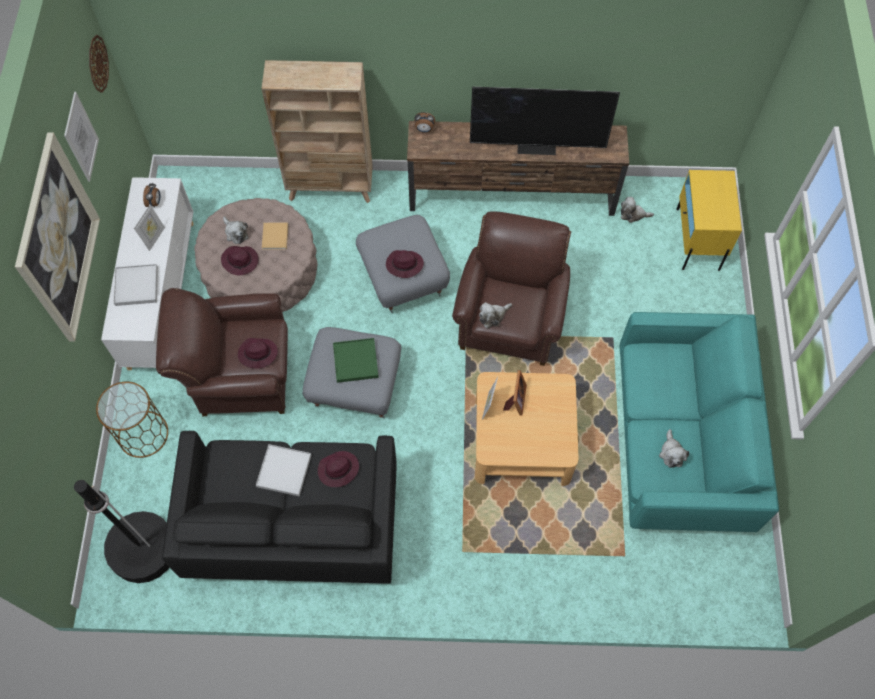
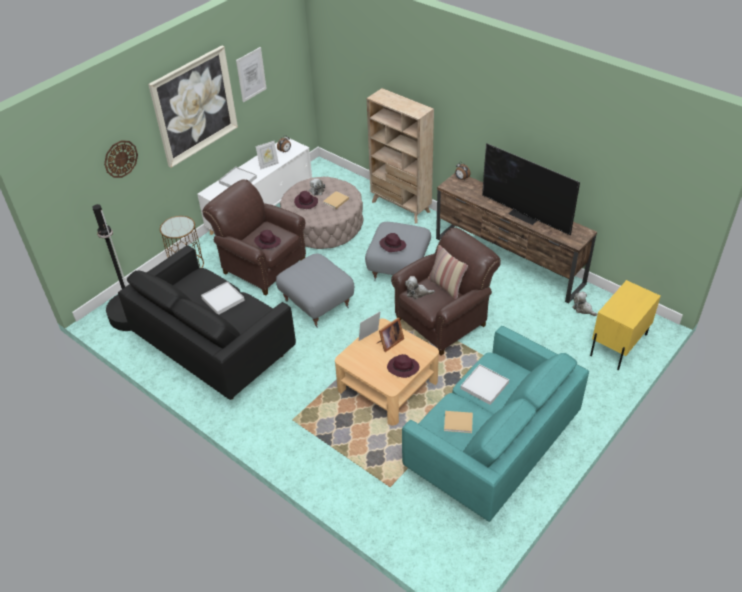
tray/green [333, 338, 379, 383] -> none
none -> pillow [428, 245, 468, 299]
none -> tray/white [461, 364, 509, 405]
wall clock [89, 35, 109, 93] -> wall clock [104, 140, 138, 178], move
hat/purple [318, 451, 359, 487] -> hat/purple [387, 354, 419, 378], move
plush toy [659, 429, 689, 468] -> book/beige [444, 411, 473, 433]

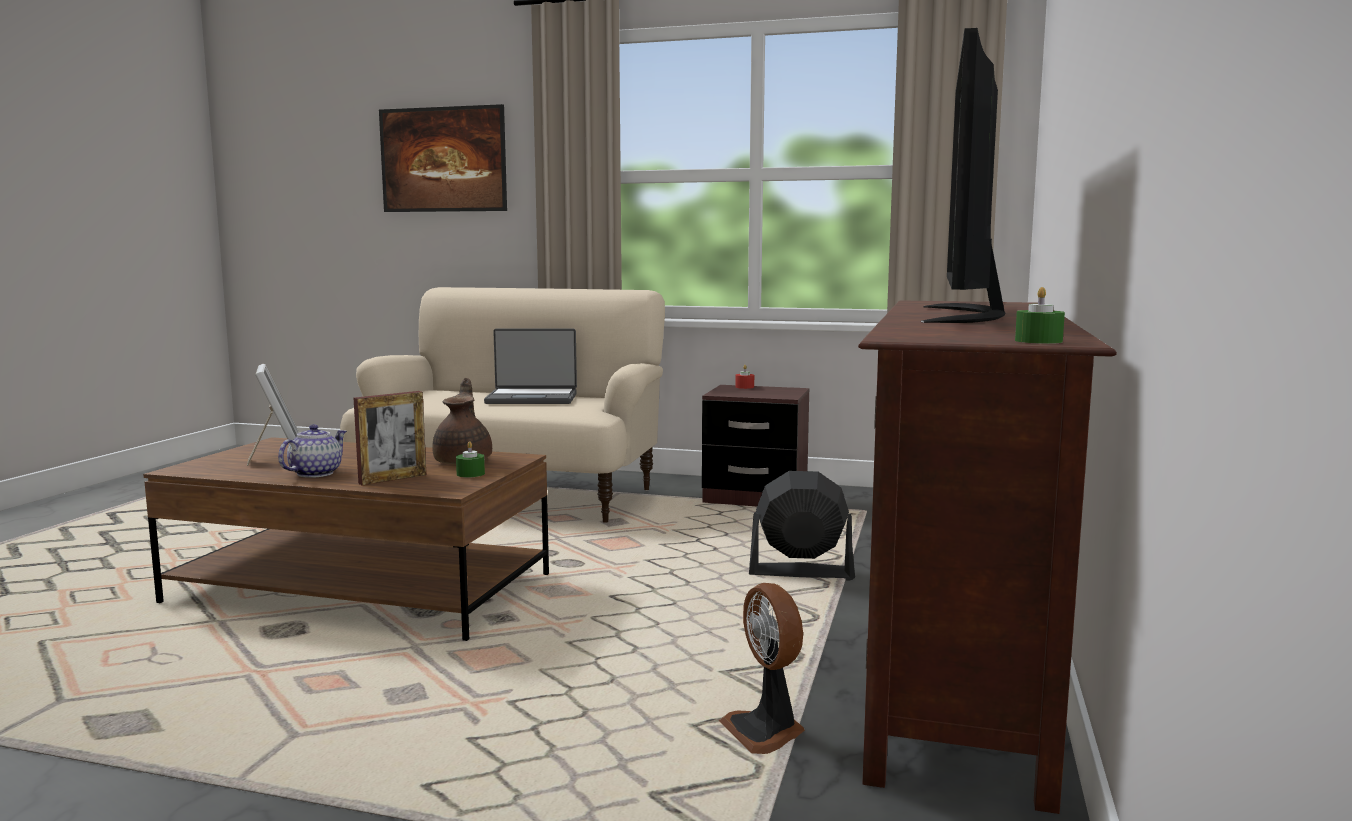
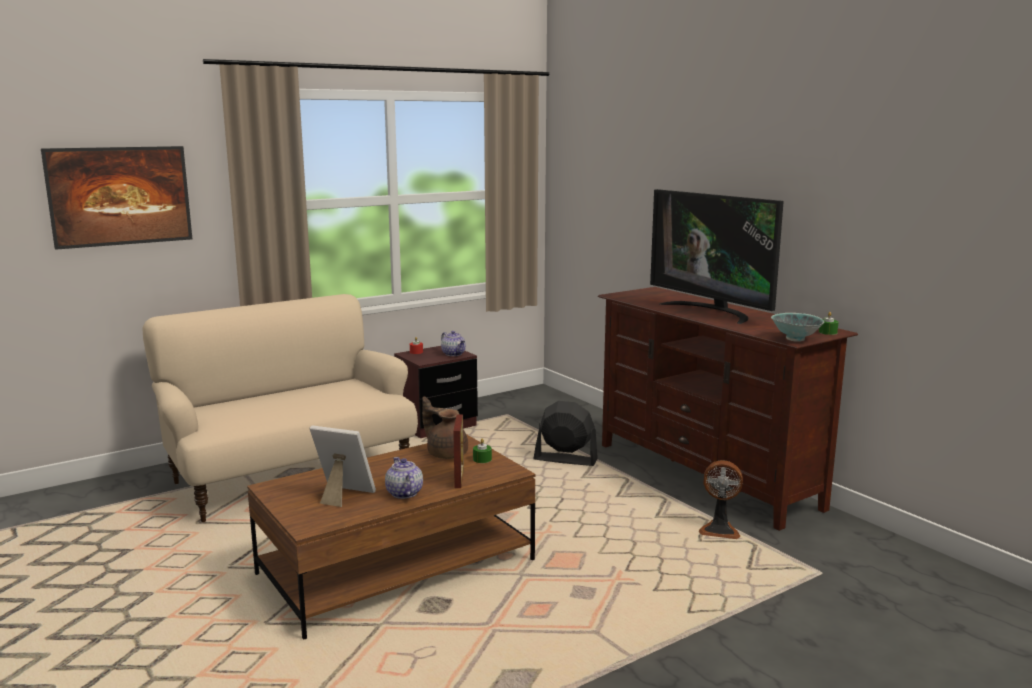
laptop [484, 329, 577, 404] -> none
none -> teapot [441, 331, 466, 356]
none -> bowl [771, 313, 824, 342]
fan/black [749, 471, 855, 580] -> fan/black [533, 401, 598, 466], 60 degrees clockwise

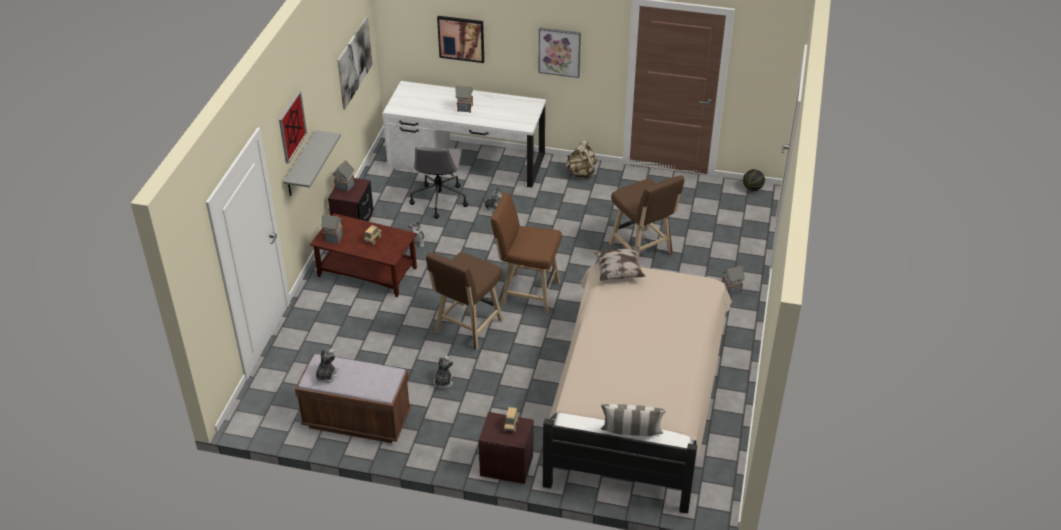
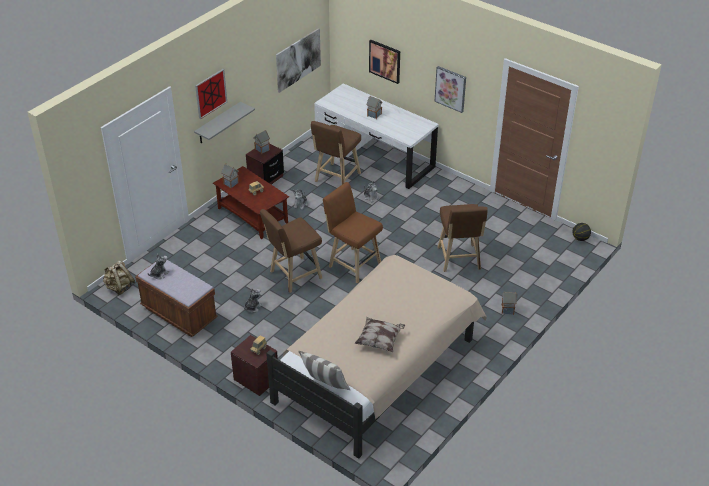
backpack/beige [566, 141, 597, 179] -> backpack/beige [103, 260, 135, 295], move
pillow [593, 246, 646, 281] -> pillow [354, 317, 405, 352], move
office chair/grey [409, 147, 468, 219] -> stool/brown [311, 121, 361, 184]

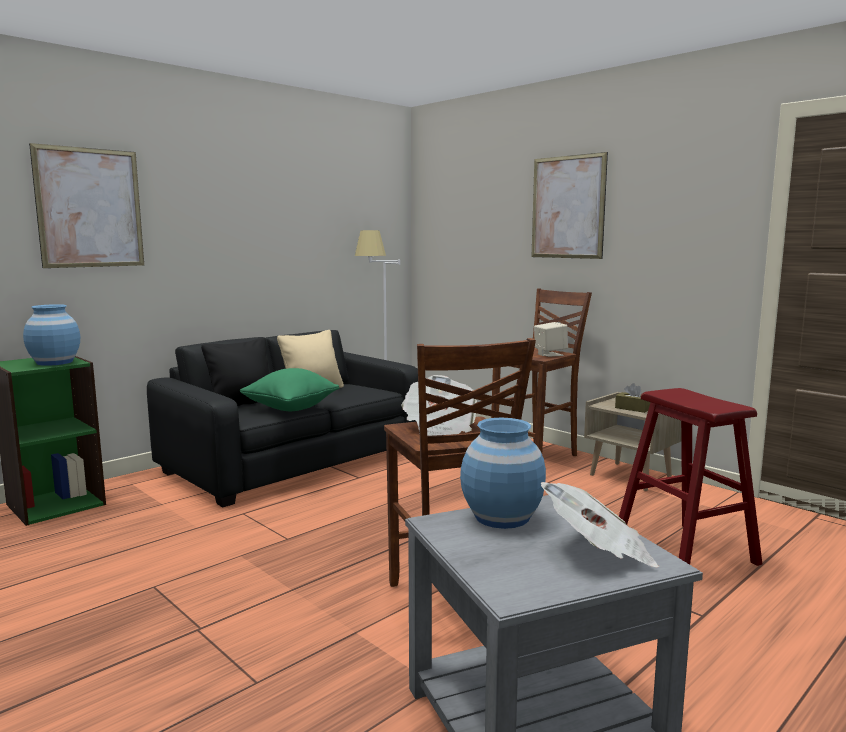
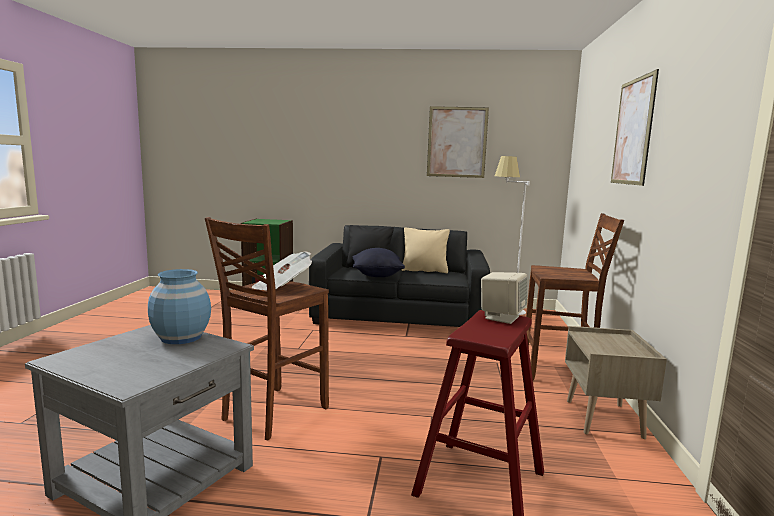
vase/blue [23, 304, 80, 366] -> none
newspaper [541, 482, 660, 567] -> none
tissue box/brown [615, 383, 650, 413] -> none
picture [29, 143, 144, 268] -> picture [427, 106, 489, 178], move
speaker/beige [534, 322, 568, 357] -> speaker/beige [481, 272, 527, 324], move
pillow/green [240, 368, 339, 411] -> pillow/black [353, 248, 405, 277]

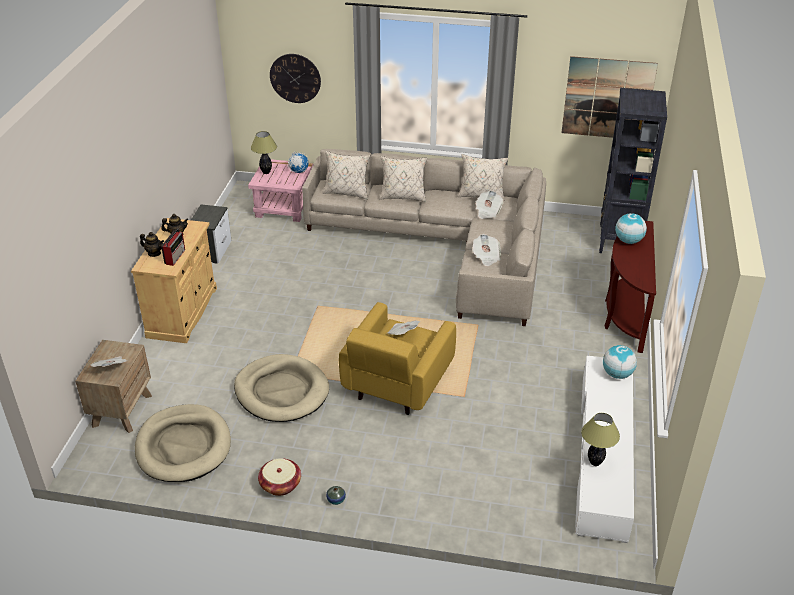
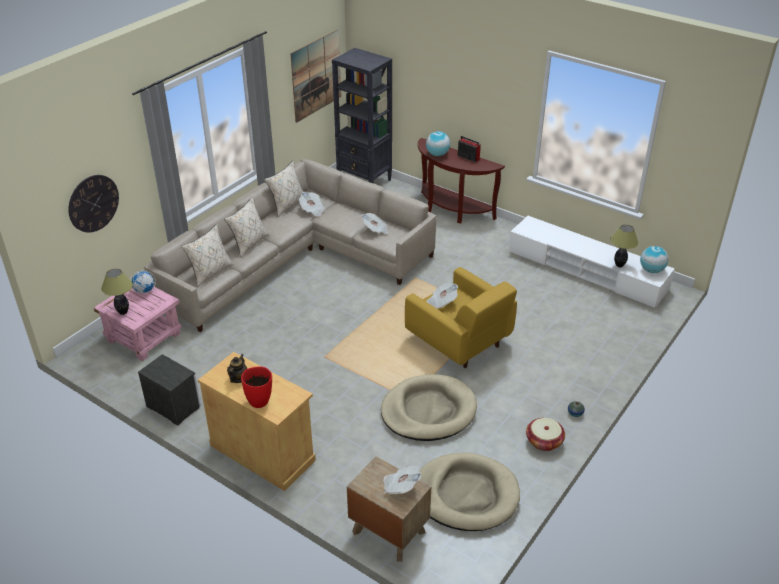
radio [161, 228, 185, 266] -> radio [458, 136, 481, 162], move
globe [603, 345, 637, 379] -> globe [640, 246, 669, 273], move
teapot [140, 232, 164, 257] -> vase/red [241, 366, 272, 408]

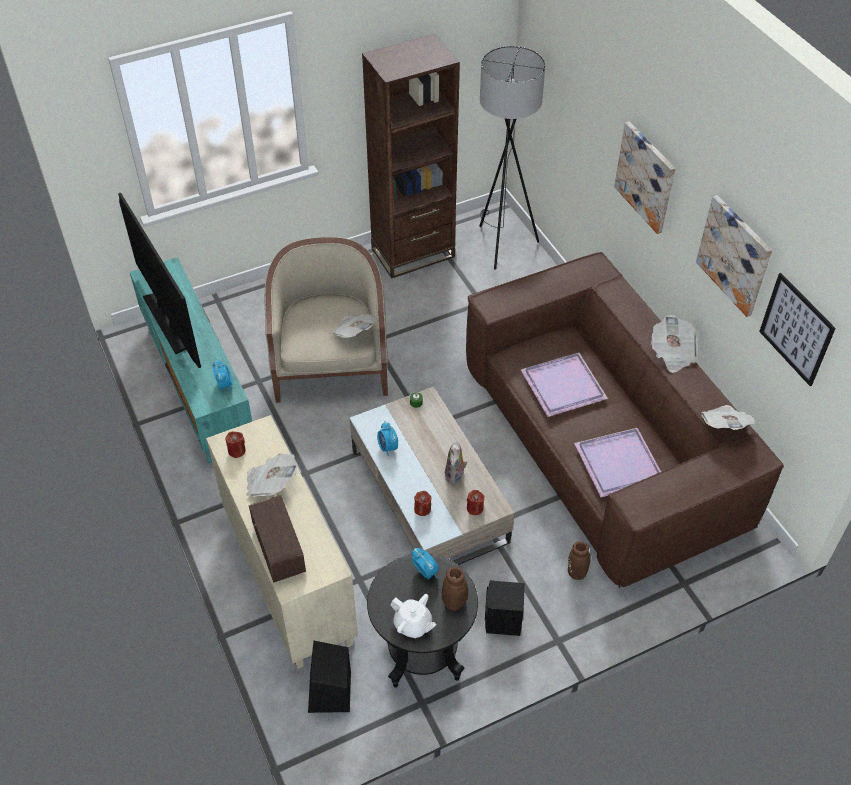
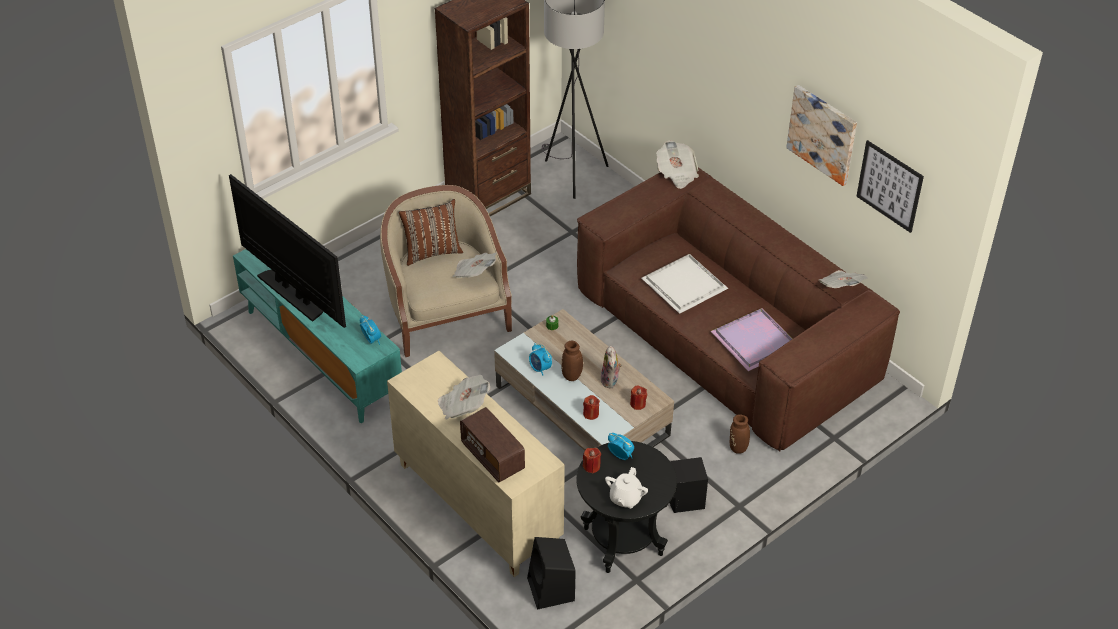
picture [614, 122, 676, 234] -> none
none -> pillow/brown [399, 199, 463, 266]
candle/red [225, 431, 246, 458] -> candle/red [583, 448, 601, 473], move
vase/brown [441, 567, 468, 611] -> vase/brown [561, 341, 583, 381], move
newspaper [651, 315, 697, 373] -> newspaper [656, 140, 699, 189], move
tray/purple [521, 353, 608, 417] -> tray/white [642, 254, 728, 314]
teapot/white [391, 594, 436, 638] -> teapot/white [605, 467, 648, 508], 90 degrees clockwise

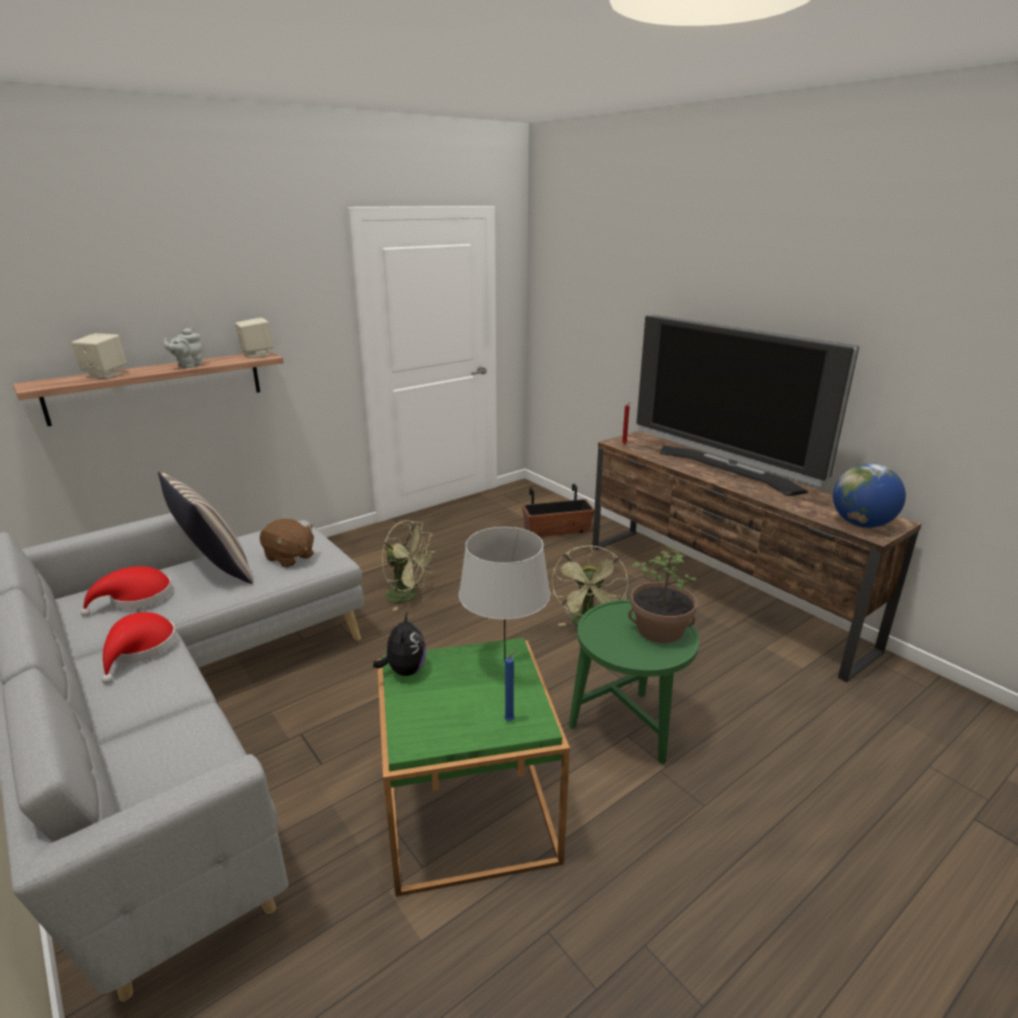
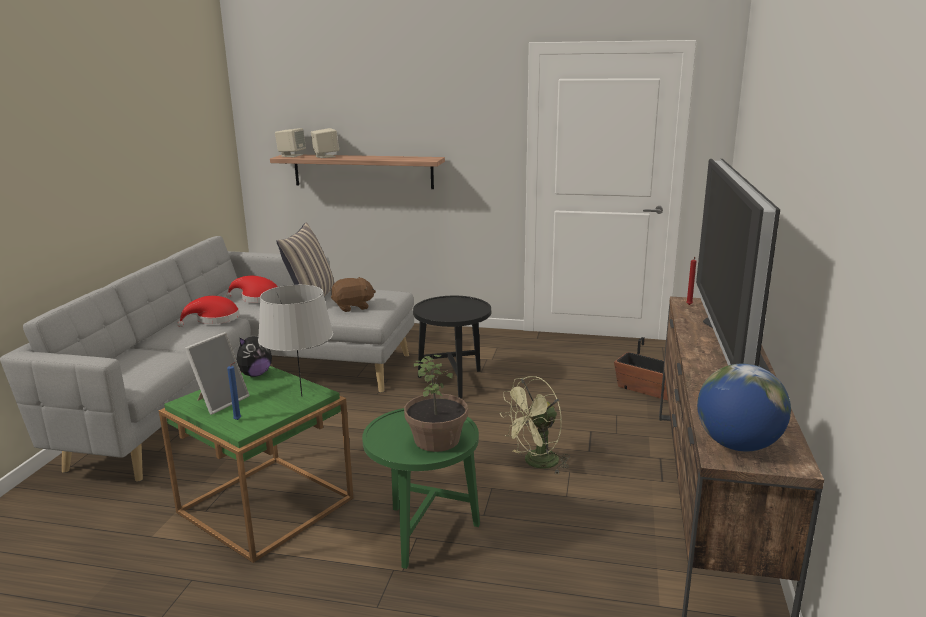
teapot/grey [163, 328, 203, 368] -> none
none -> picture frame [185, 332, 250, 415]
speaker/beige [235, 317, 274, 358] -> speaker/beige [275, 128, 306, 157], move
fan/green [382, 520, 436, 611] -> side table/black [413, 296, 491, 399]
plush toy/brown [260, 519, 314, 568] -> plush toy/brown [331, 277, 376, 312], 105 degrees counterclockwise

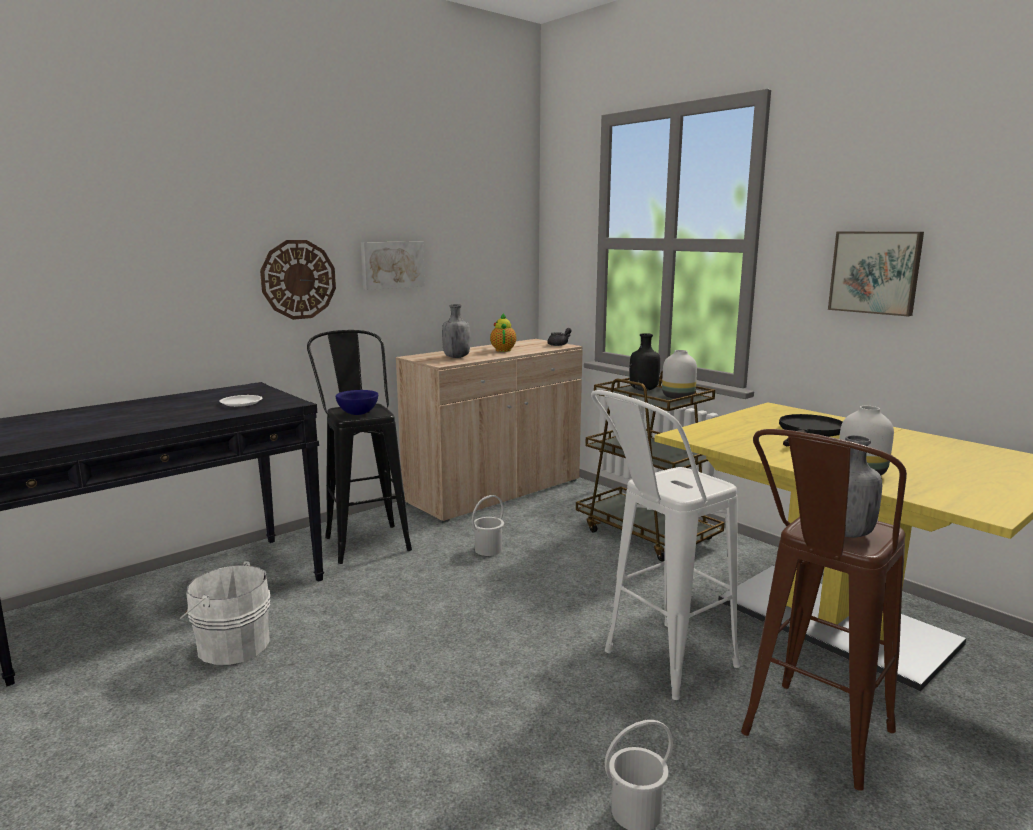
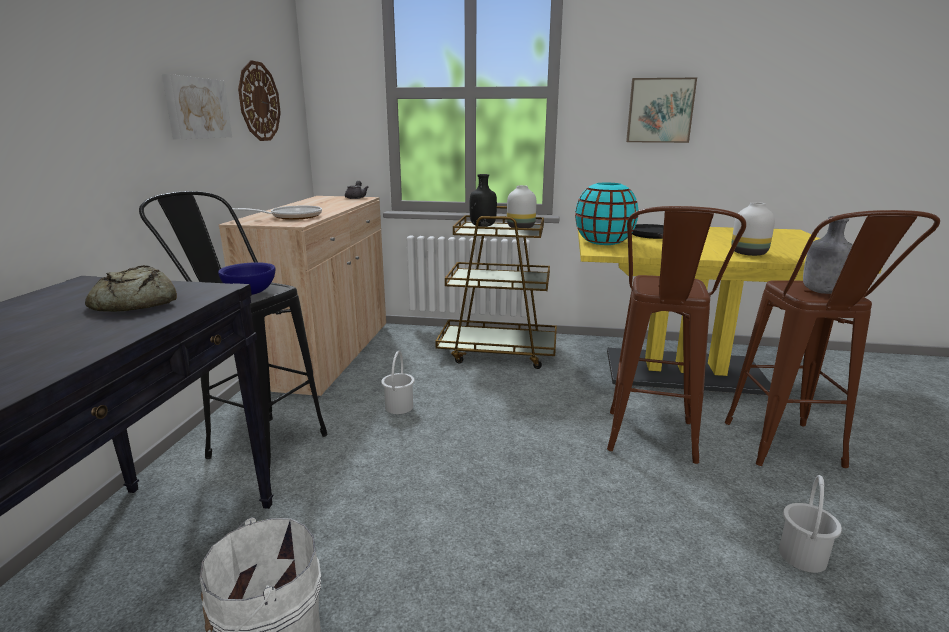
teapot [490, 313, 516, 352] -> none
none -> vase/turquoise [575, 182, 638, 245]
wall clock [260, 240, 336, 320] -> wall clock [238, 60, 281, 141], move
plate/white [219, 395, 262, 407] -> bread [85, 265, 177, 312]
bottle/grey [442, 304, 470, 358] -> frying pan [232, 205, 322, 220]
stool/white [591, 390, 740, 700] -> stool/brown [607, 206, 746, 464]

